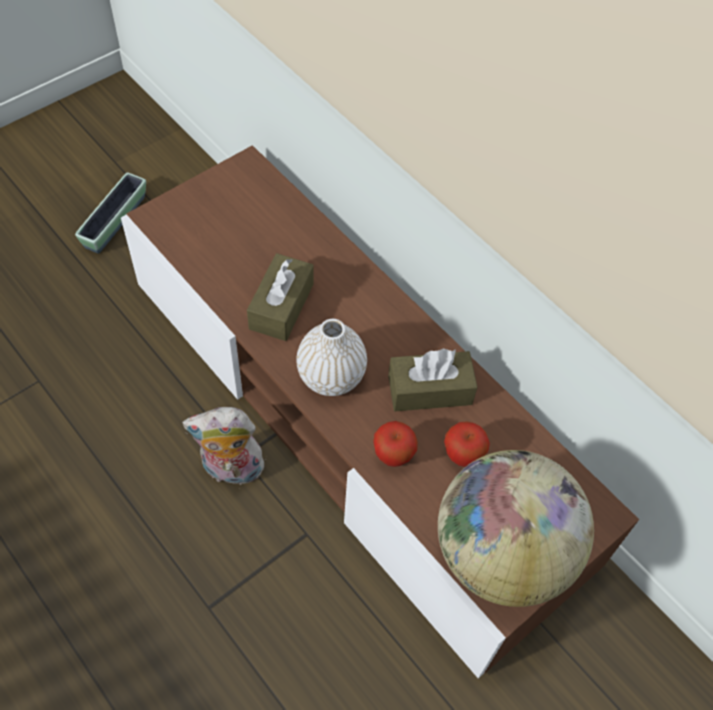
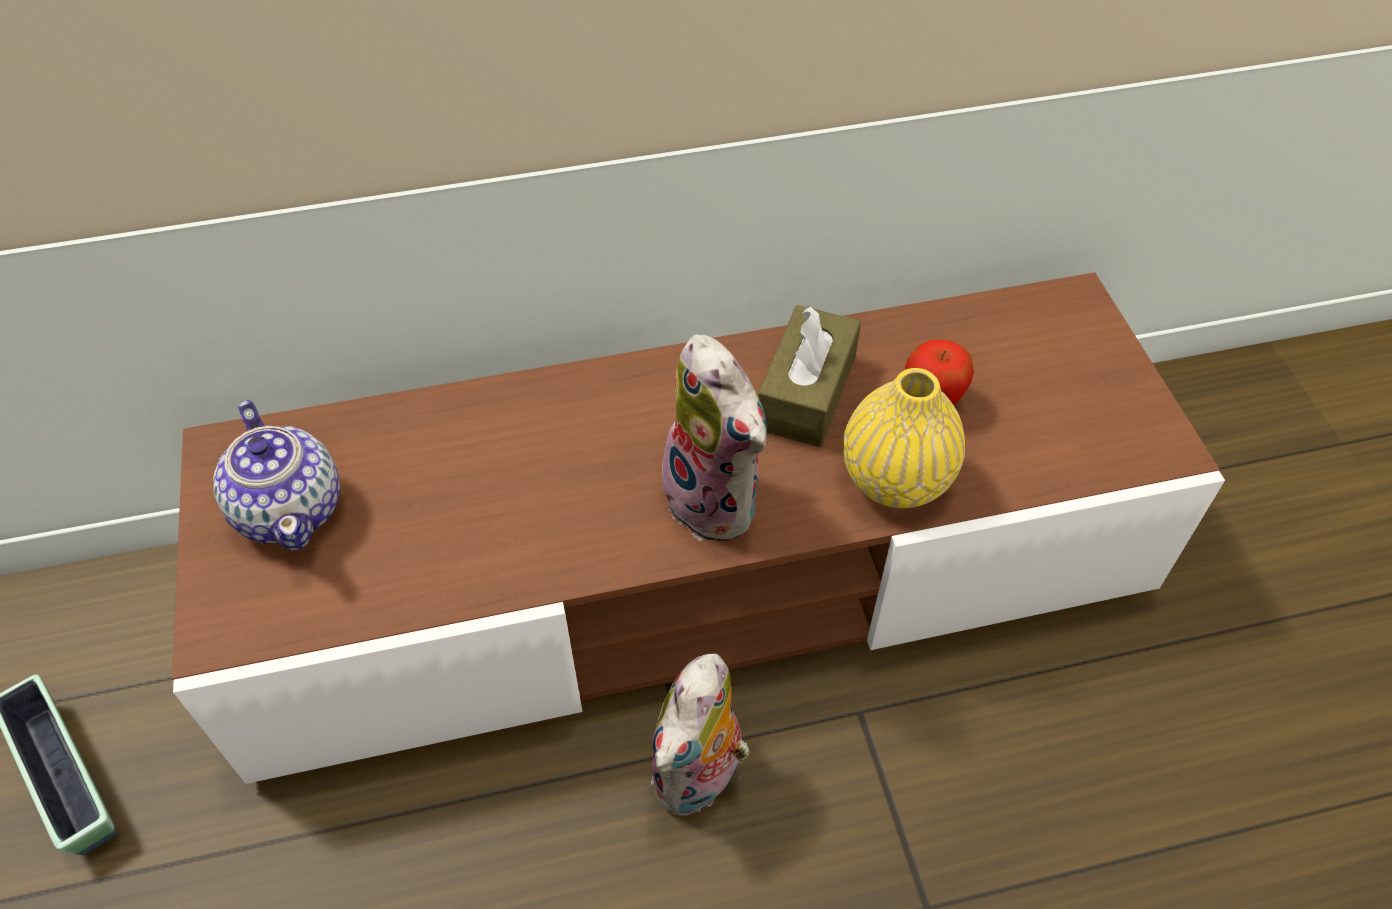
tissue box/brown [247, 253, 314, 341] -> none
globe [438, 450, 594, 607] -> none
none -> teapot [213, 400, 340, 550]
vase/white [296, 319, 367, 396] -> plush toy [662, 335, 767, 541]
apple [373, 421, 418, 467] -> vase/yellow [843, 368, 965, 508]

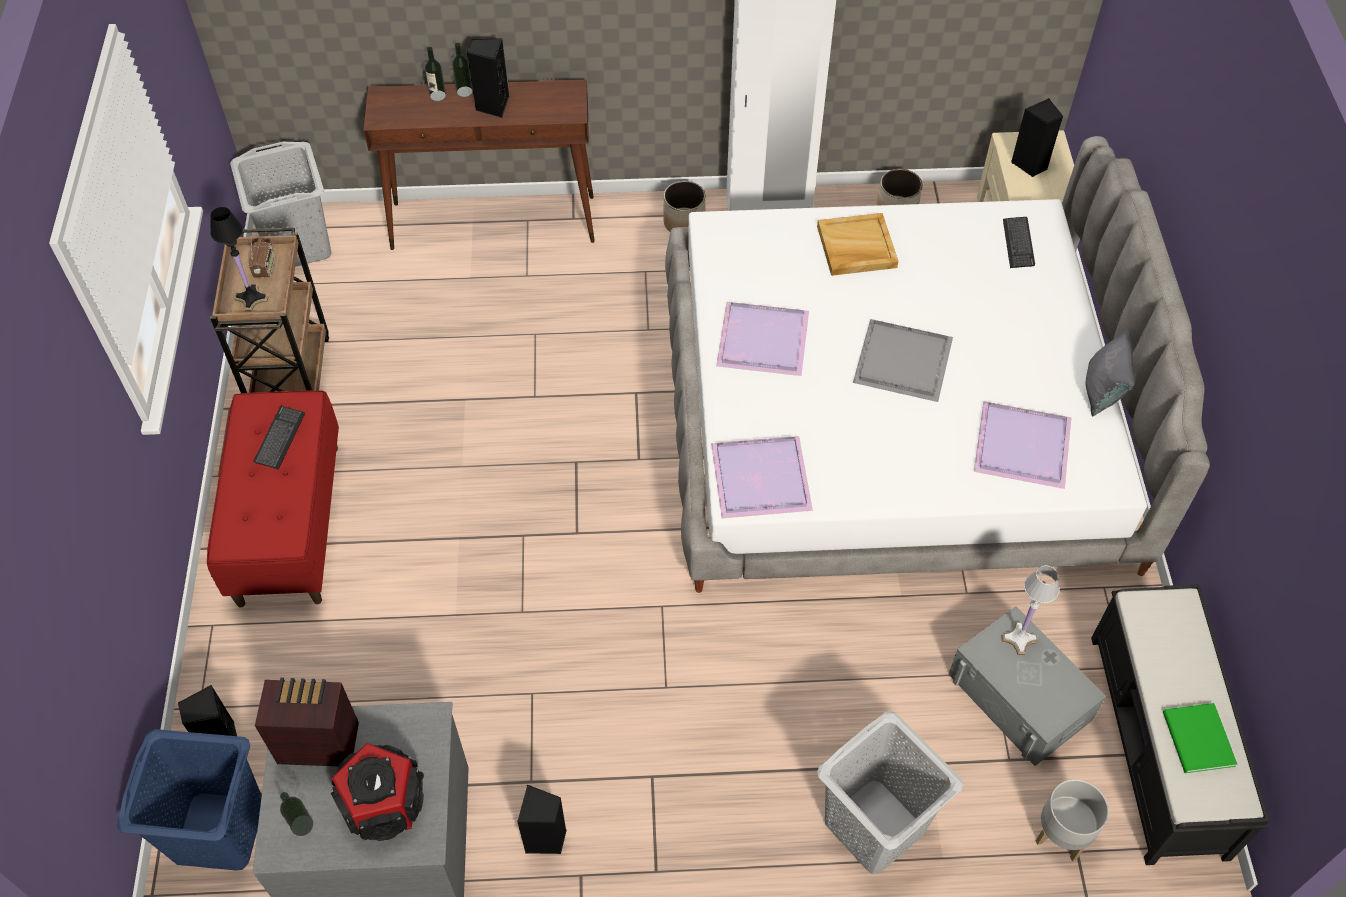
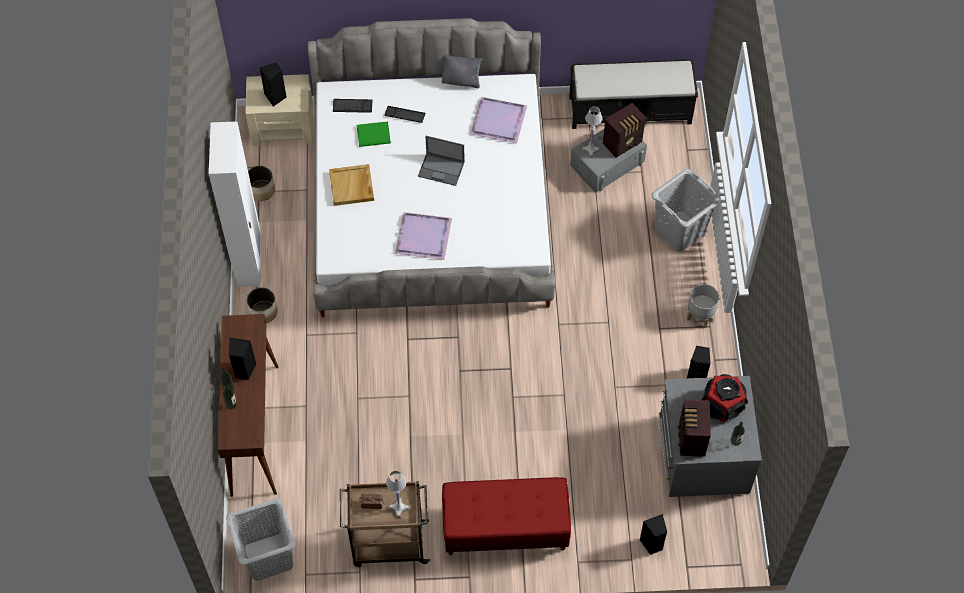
laundry basket/blue [117, 729, 262, 870] -> none
tray/purple [711, 436, 813, 518] -> none
none -> radio [603, 103, 646, 158]
keyboard [253, 406, 305, 470] -> keyboard [385, 106, 426, 123], move
planter/grey [1036, 779, 1109, 861] -> planter/grey [687, 284, 719, 328], move
book/green [1163, 703, 1237, 773] -> book/green [357, 121, 391, 147], move
tray/grey [853, 319, 953, 402] -> laptop [418, 136, 465, 186]
table lamp/black [210, 207, 269, 311] -> table lamp/white [386, 471, 410, 518]

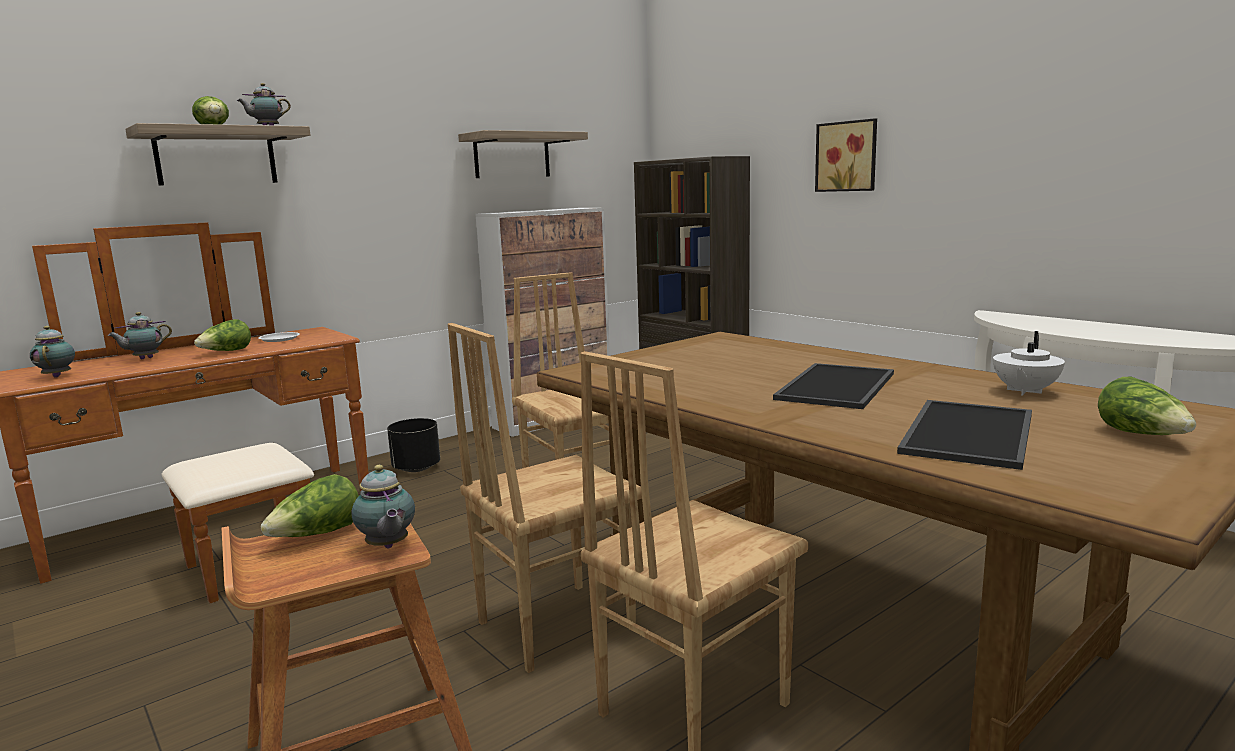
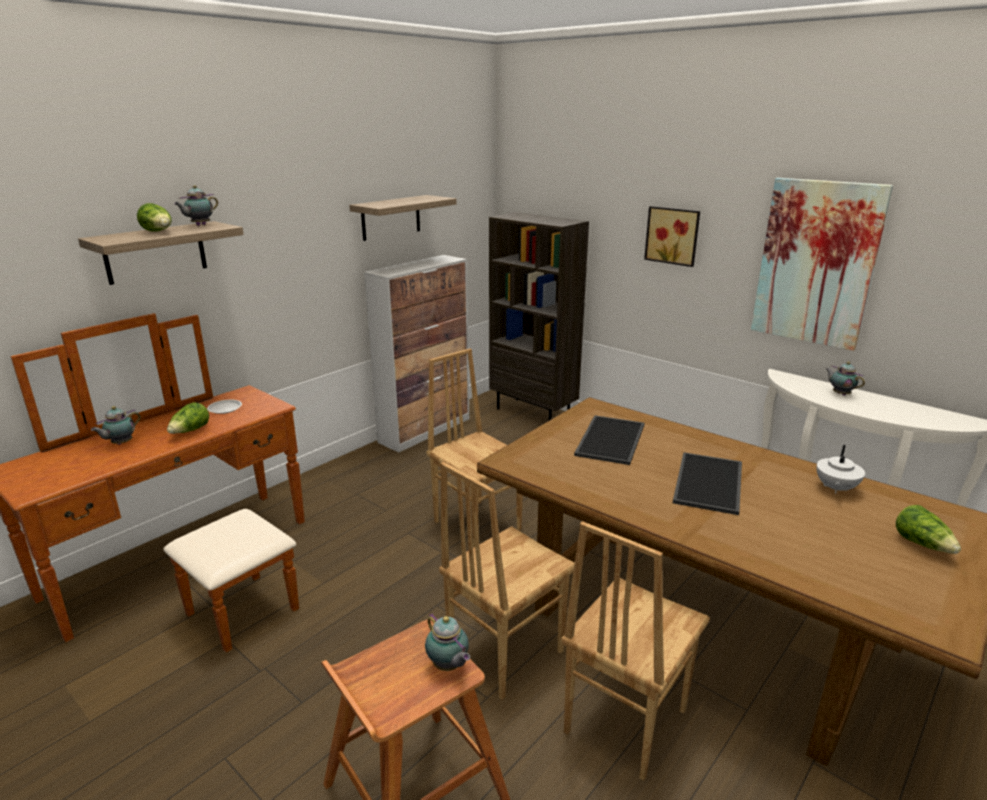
lettuce [261, 474, 359, 537] -> none
planter/black [387, 418, 440, 472] -> none
none -> picture [751, 178, 893, 351]
teapot [30, 326, 75, 378] -> teapot [826, 362, 865, 396], move
tray [897, 400, 1032, 470] -> tray [574, 415, 644, 465], move

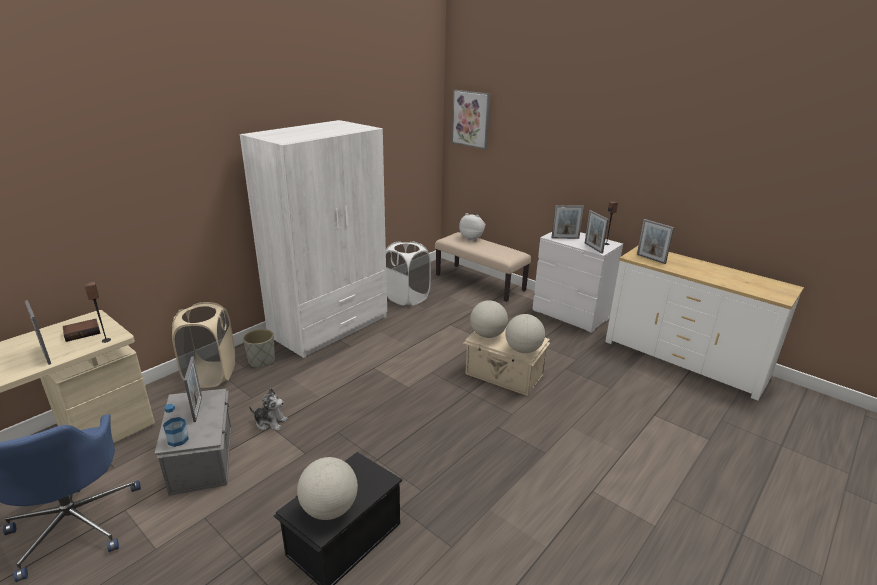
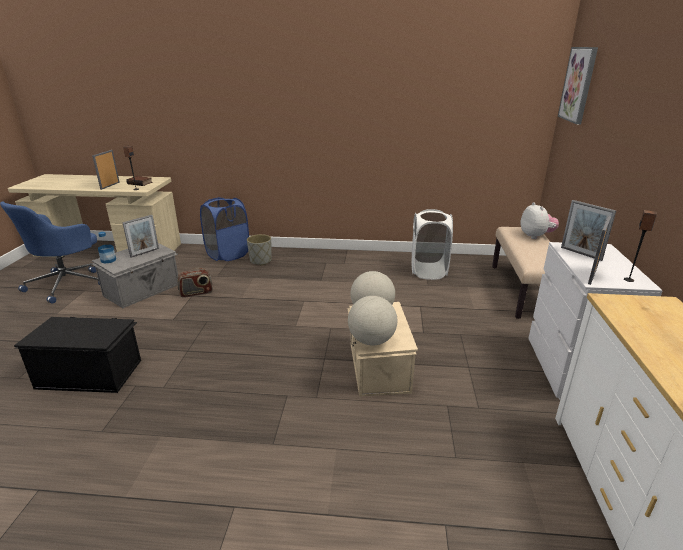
wardrobe/white [240, 120, 387, 358] -> none
globe [297, 457, 358, 520] -> none
picture frame [637, 219, 674, 264] -> none
plush toy [249, 388, 288, 431] -> radio [177, 268, 213, 298]
laundry basket/beige [172, 302, 235, 388] -> laundry basket/blue [200, 197, 249, 261]

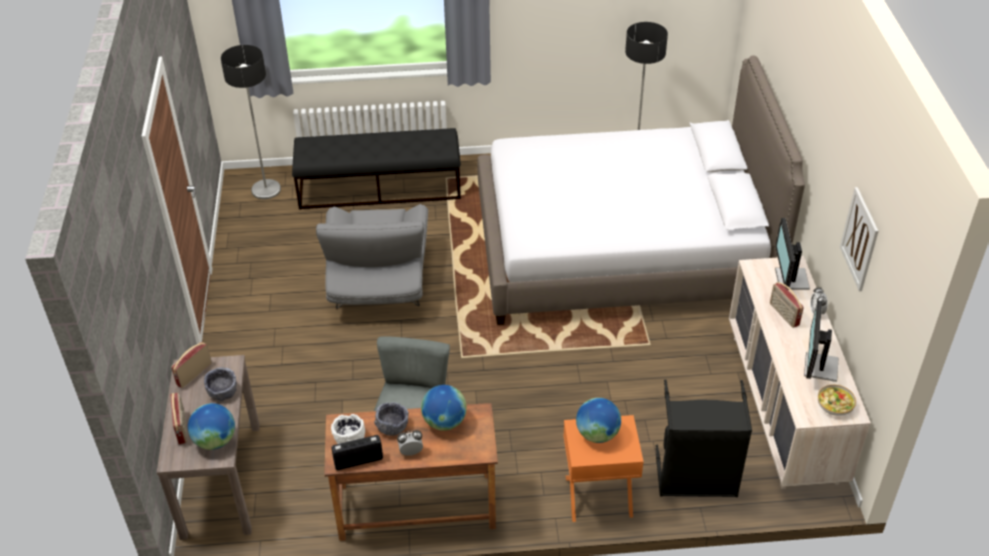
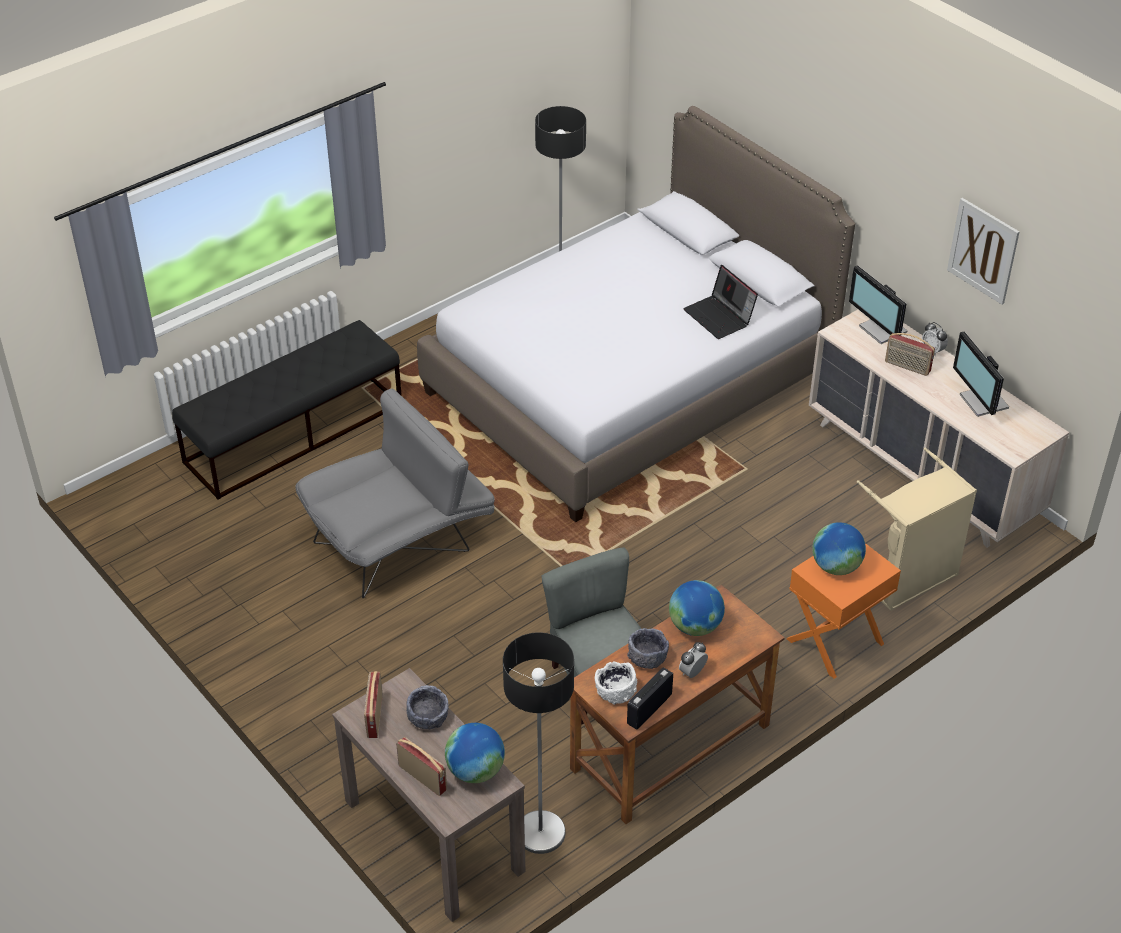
bowl [818, 385, 856, 416] -> none
none -> laptop [683, 265, 758, 339]
floor lamp [221, 45, 281, 199] -> floor lamp [503, 632, 574, 854], move
laundry basket/black [656, 379, 752, 497] -> laundry basket/beige [857, 447, 977, 611]
armchair/grey [316, 204, 428, 309] -> armchair/grey [295, 388, 495, 598], 90 degrees counterclockwise

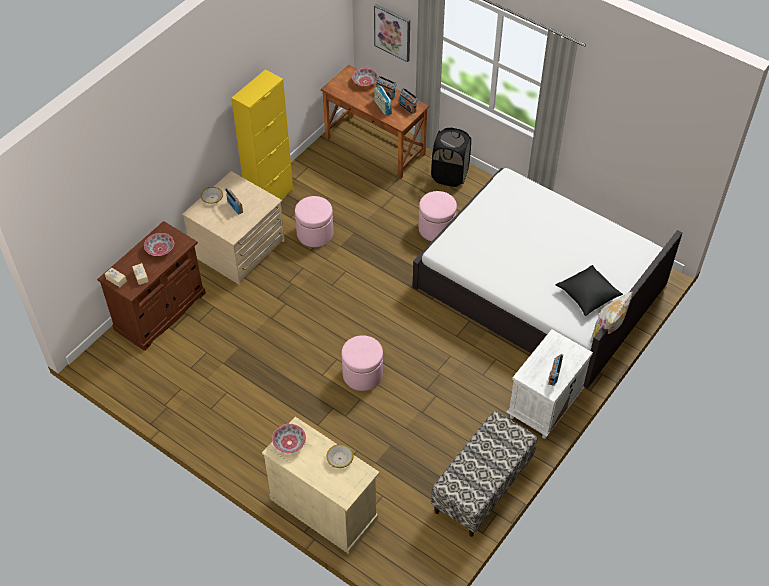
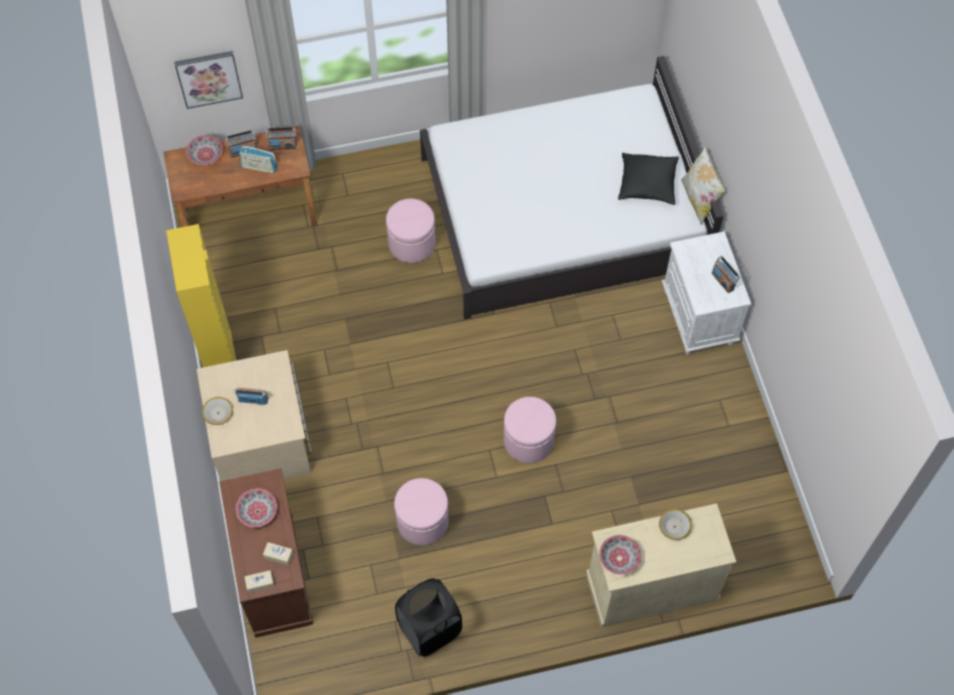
bench [431, 411, 537, 537] -> none
ottoman/pink [295, 196, 334, 247] -> ottoman/pink [394, 478, 449, 545], move
laundry basket/black [431, 127, 471, 187] -> laundry basket/black [395, 578, 462, 656], move

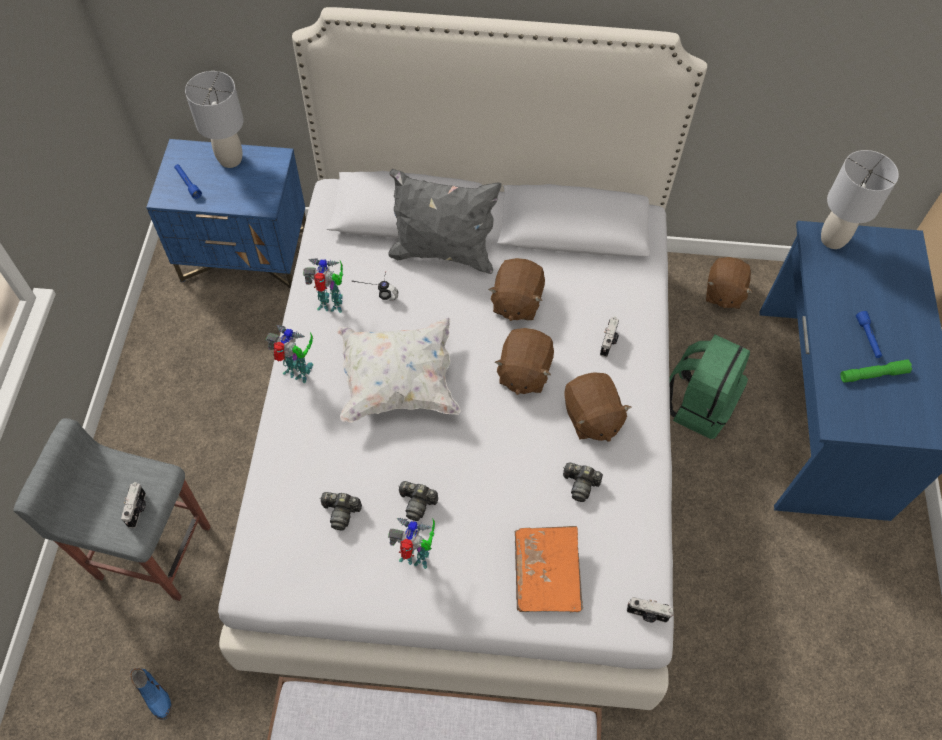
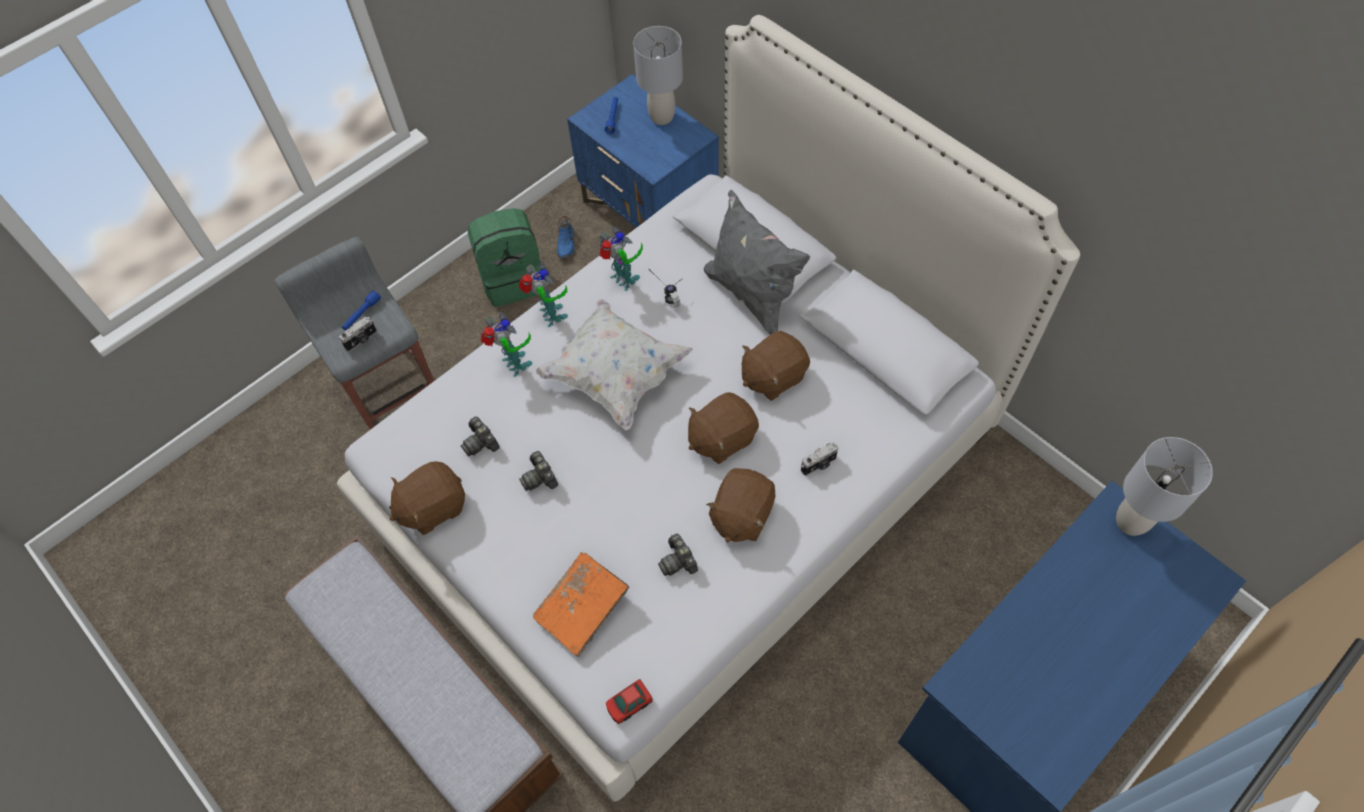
flashlight/green [841, 359, 912, 383] -> none
shoe/blue [130, 668, 171, 720] -> shoe/blue [557, 216, 575, 259], move
toy robot [388, 518, 435, 569] -> toy robot [481, 312, 532, 377], move
backpack/green [669, 335, 750, 439] -> backpack/green [468, 208, 541, 307], move
plush toy/brown [706, 257, 752, 309] -> plush toy/brown [389, 461, 465, 535], move
flashlight/blue [856, 311, 882, 358] -> flashlight/blue [342, 290, 381, 330], move
photo camera [627, 597, 674, 623] -> toy car [606, 679, 653, 724]

